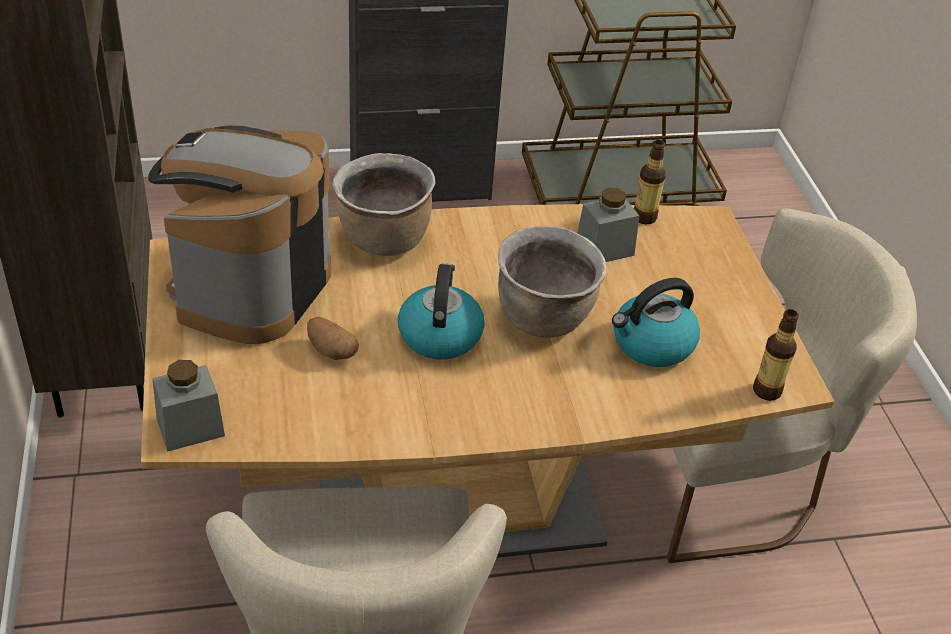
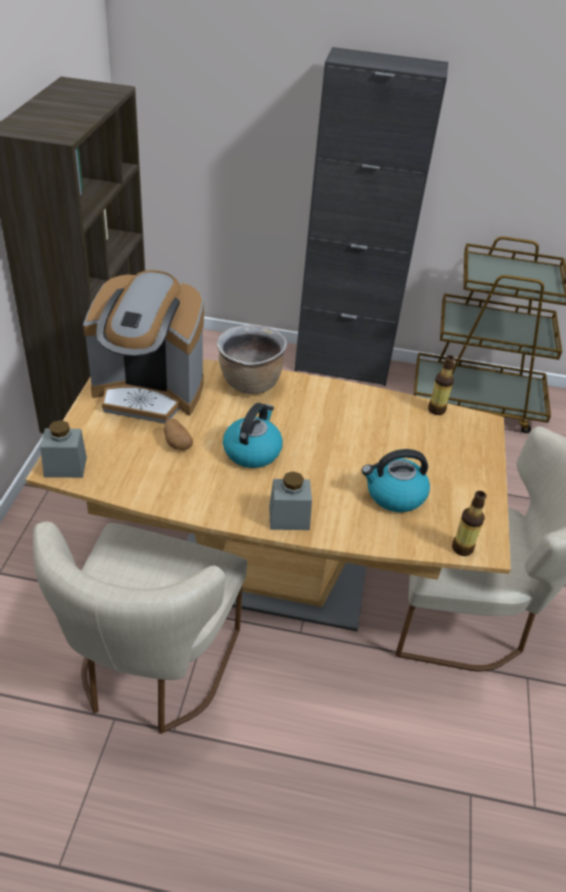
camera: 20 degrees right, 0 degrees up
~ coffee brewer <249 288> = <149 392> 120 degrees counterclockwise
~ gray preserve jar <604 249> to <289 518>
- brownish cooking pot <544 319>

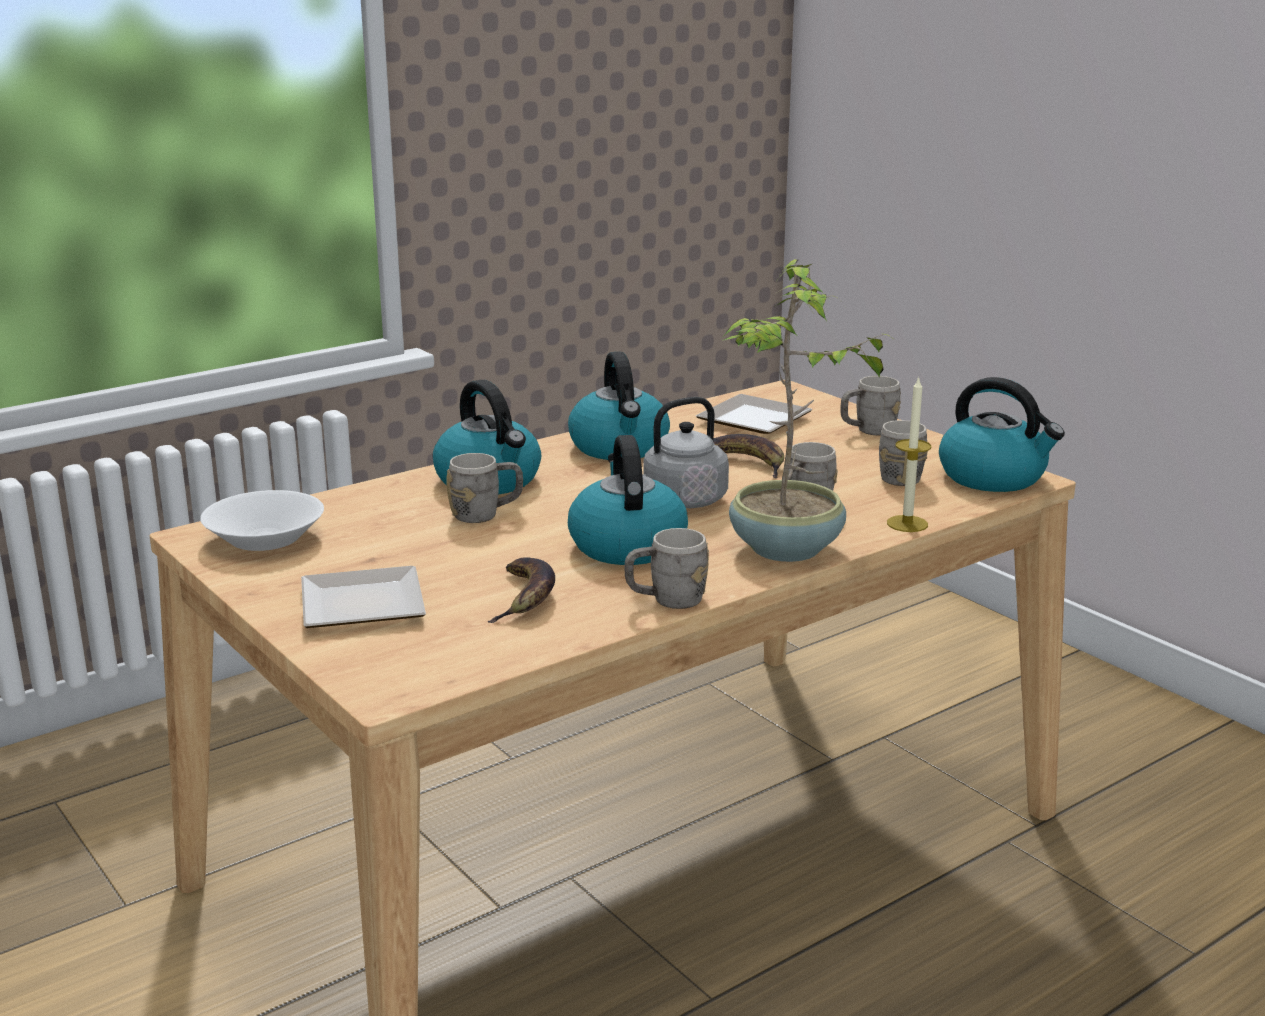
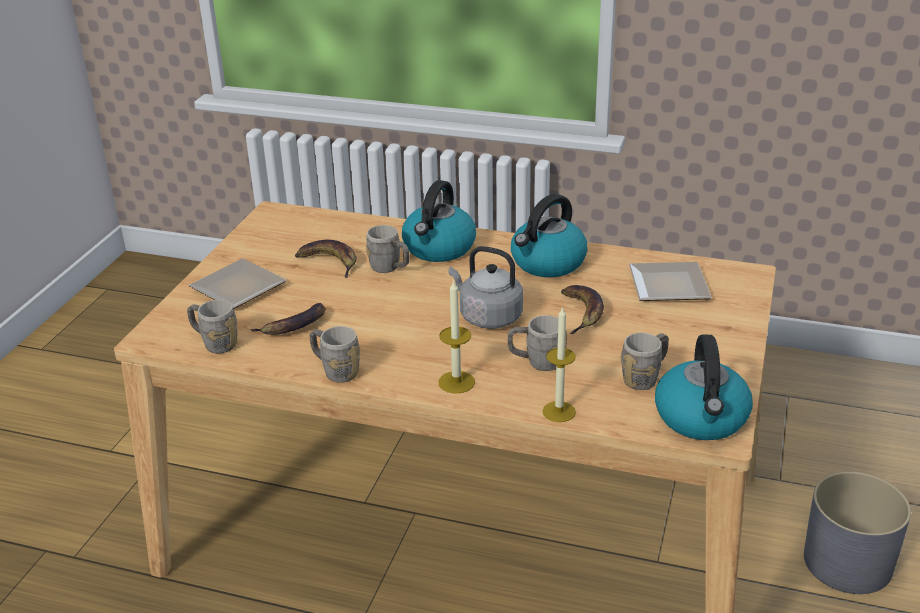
camera: 55 degrees right, 10 degrees up
~ gray mug <868 431> to <215 343>
+ banana <329 262>
~ houseplant <786 550> to wax candle <456 382>
+ gray planter <848 562>
- whitish deep dish <266 538>
- tea kettle <626 545>

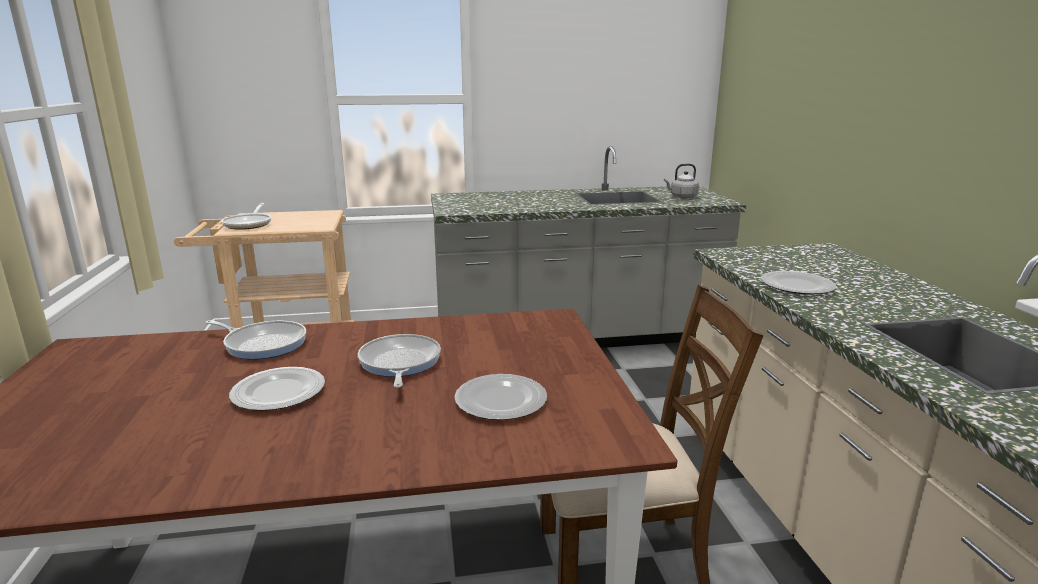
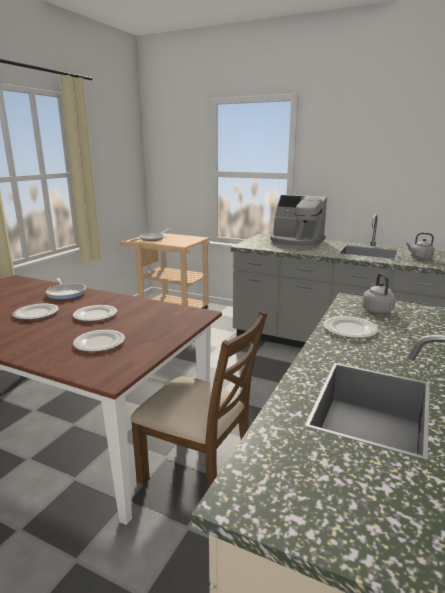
camera: 35 degrees right, 0 degrees up
~ pan <399 363> to flat dish <94 315>
+ coffee brewer <296 242>
+ gray tea kettle <376 309>

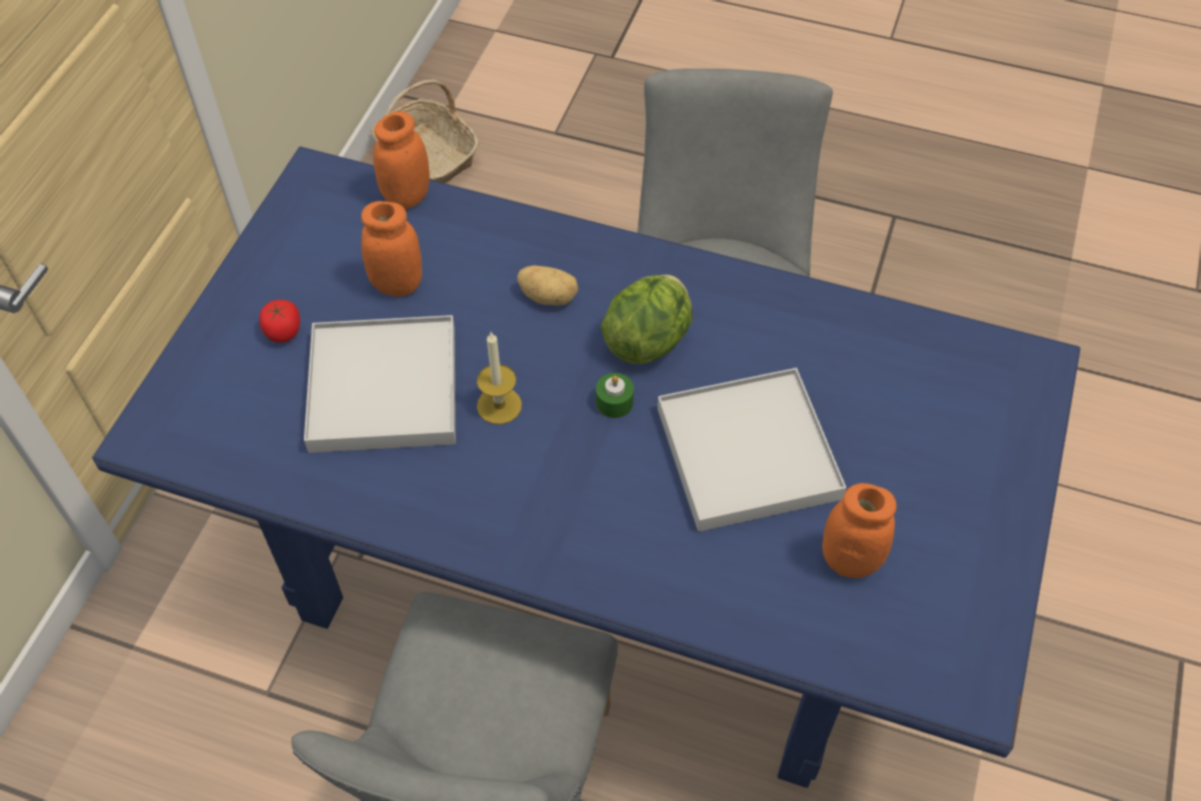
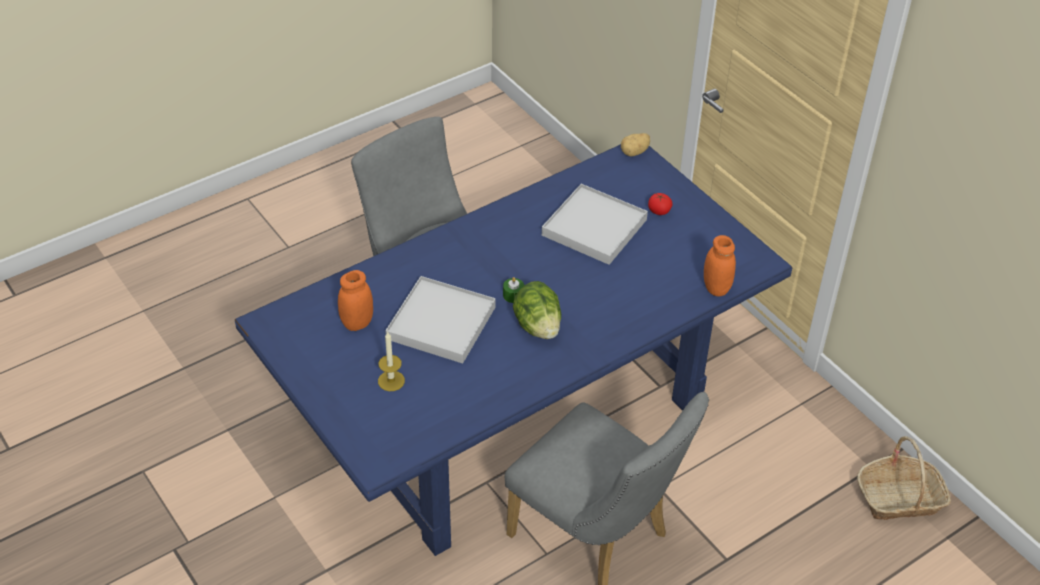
camera: 125 degrees right, 10 degrees down
~ wax candle <499 405> to <391 381>
~ whole potato <549 296> to <635 152>
- orange preserve jar <397 284>

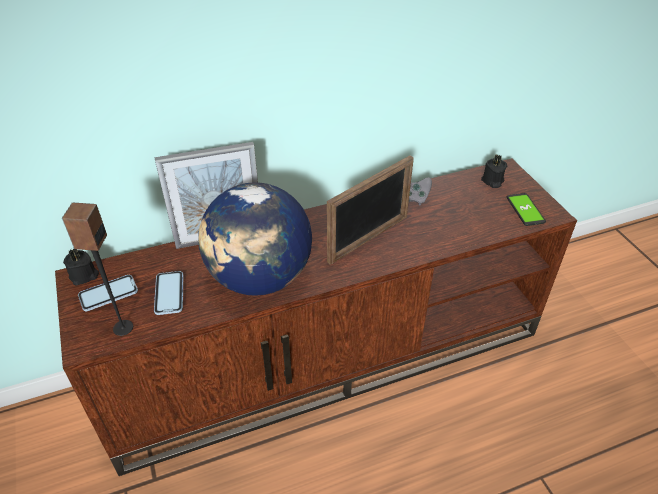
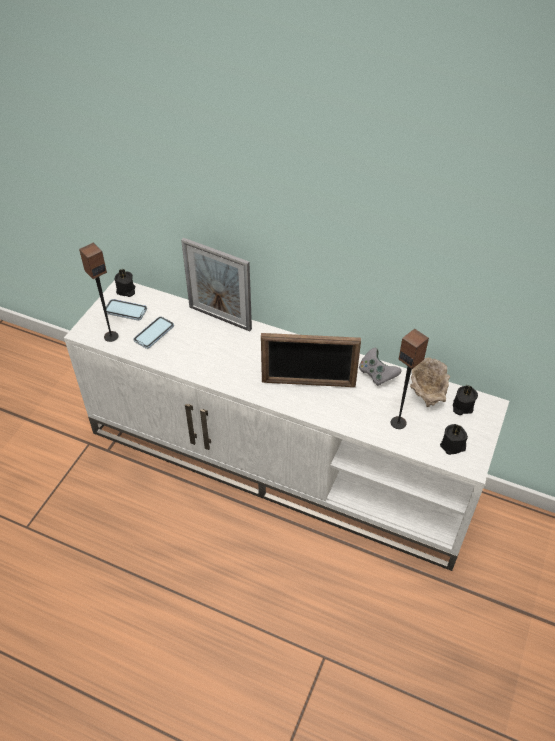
camera: 45 degrees right, 5 degrees up
~ brownish tv unit <329 356> to whitish tv unit <281 461>
+ loudspeaker <398 422>
+ beige-coloured deep dish <427 393>
~ phone <525 210> to black-coloured wax candle <453 446>
- desk globe <260 278>

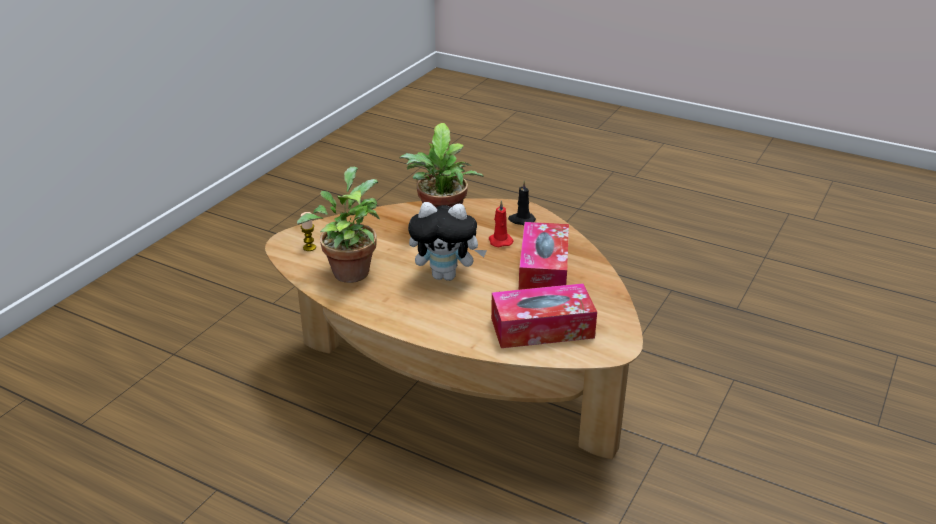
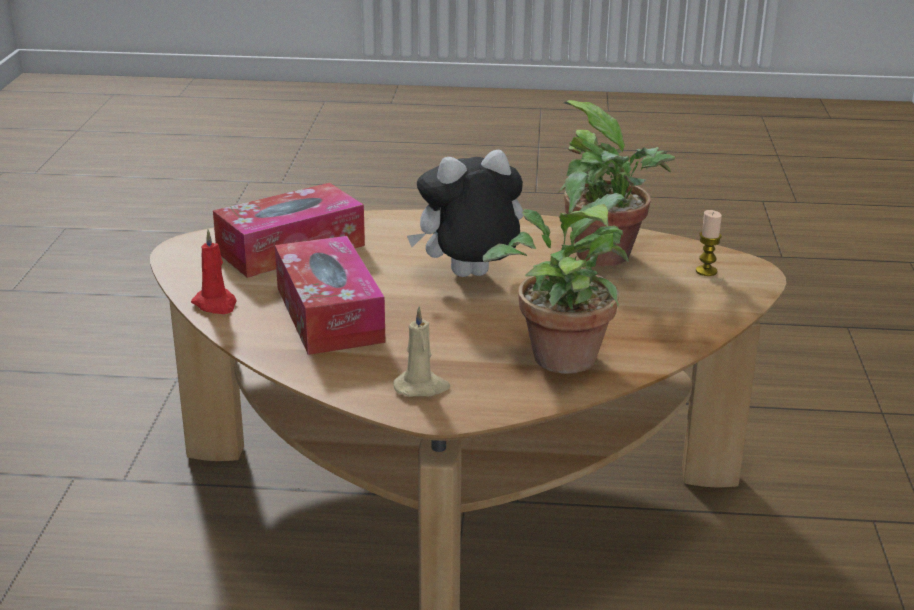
camera: 155 degrees right, 5 degrees down
~ reddish wax candle <500 241> to <216 304>
~ black-coloured wax candle <521 220> to beige-coloured wax candle <422 387>

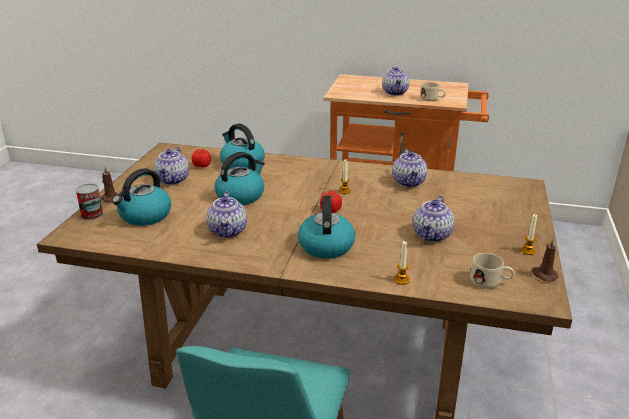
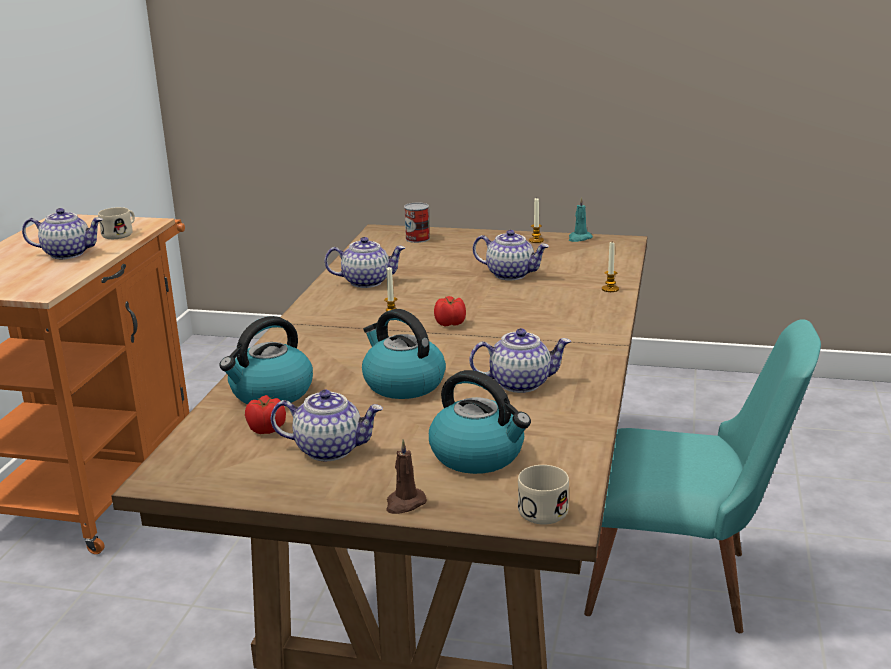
camera: 90 degrees left, 5 degrees down
~ can <92 214> to <417 238>
~ beige-coloured mug <490 281> to <544 507>
~ brownish wax candle <543 275> to turquoise wax candle <579 238>
- tea kettle <325 245>

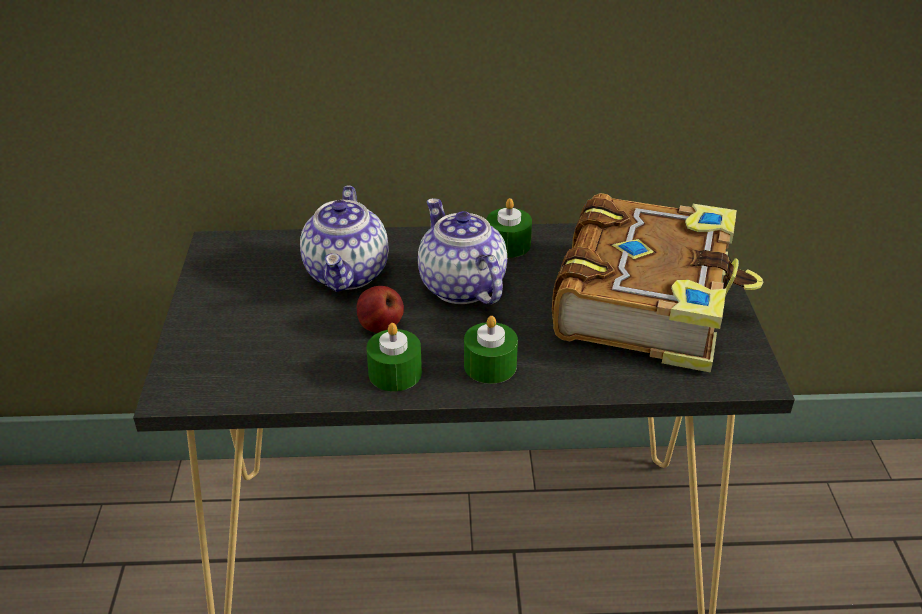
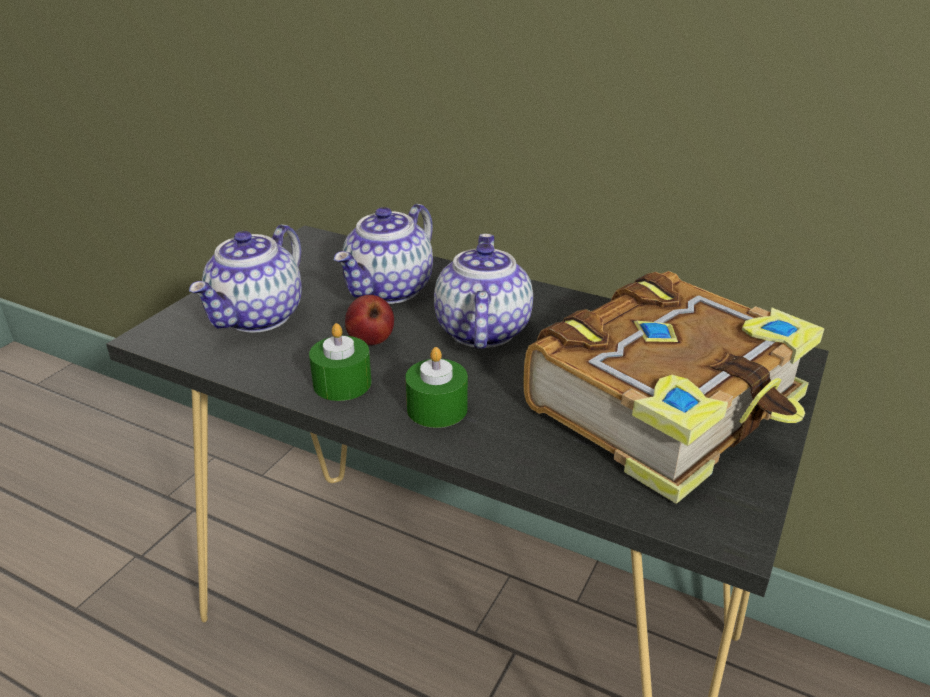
camera: 30 degrees right, 5 degrees down
+ tea pot <258 317>
- green-coloured wax candle <508 244>

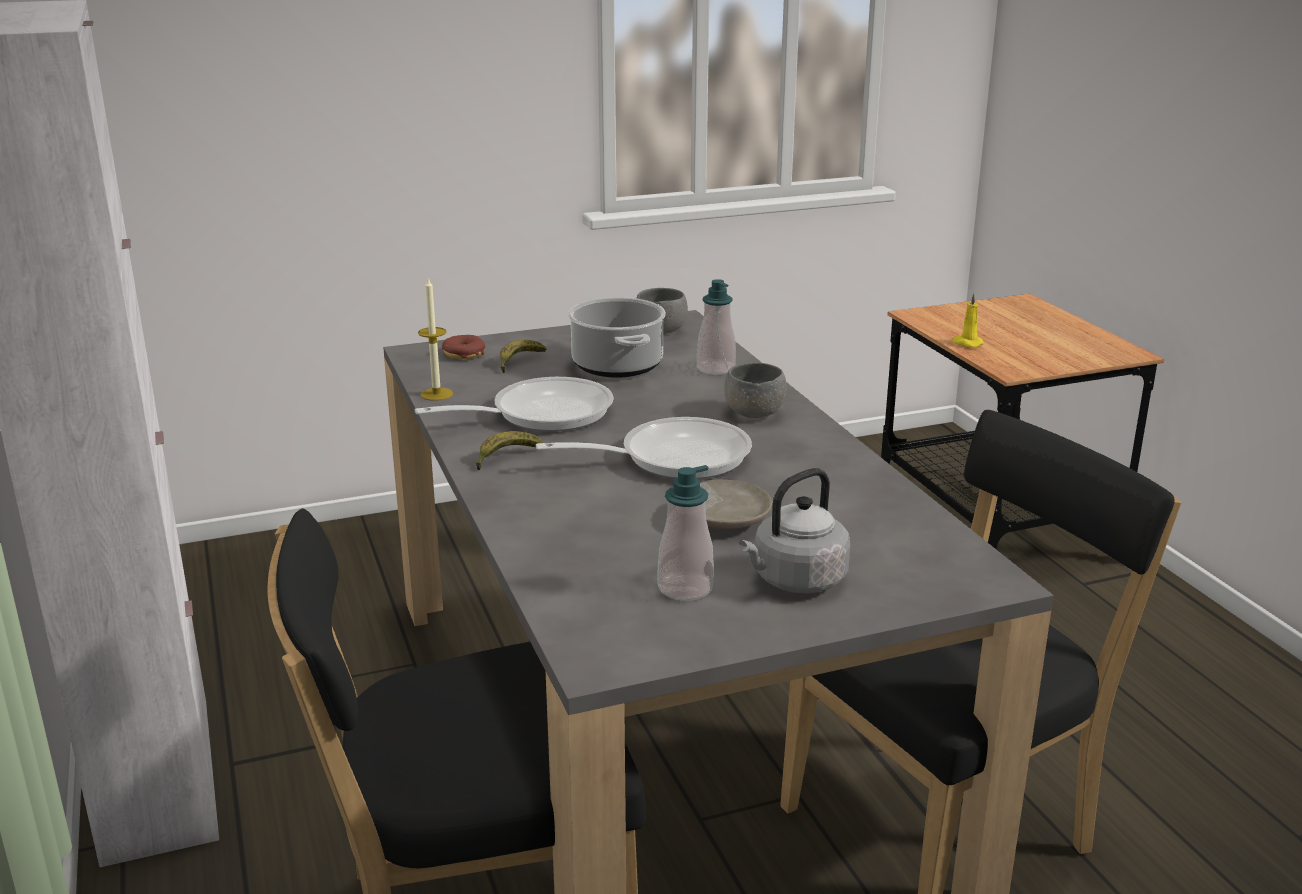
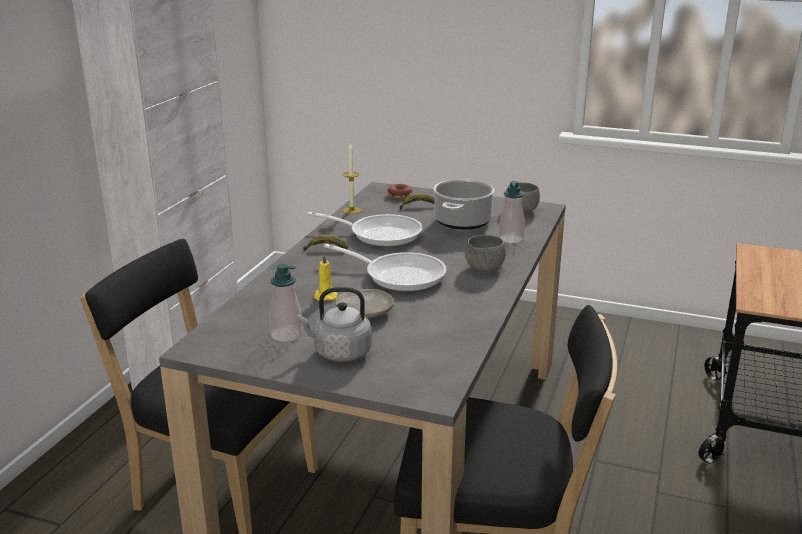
camera: 40 degrees right, 0 degrees up
~ yellowish wax candle <966 343> to <325 296>

